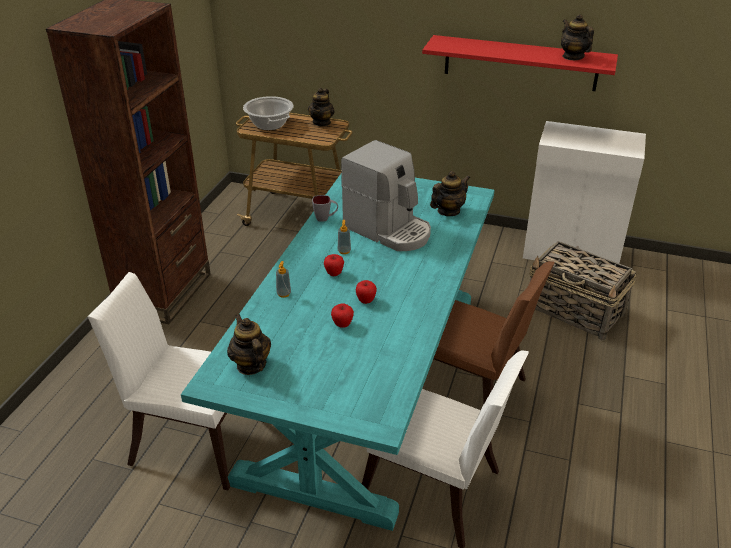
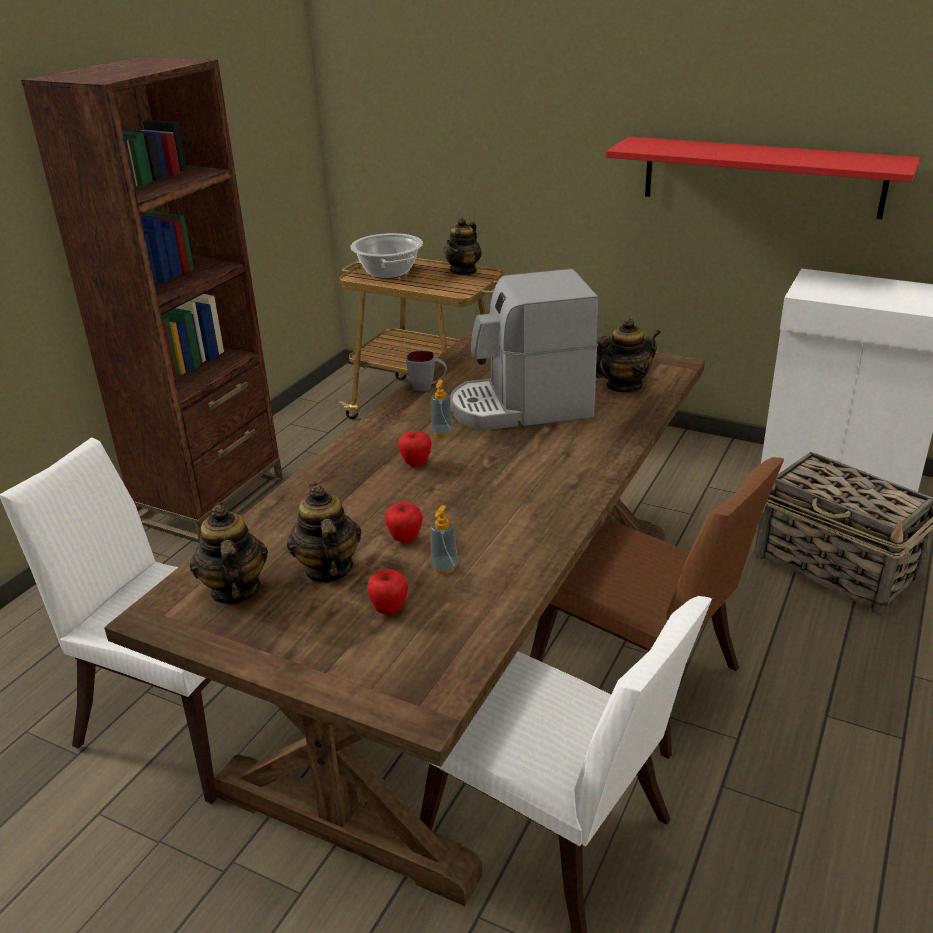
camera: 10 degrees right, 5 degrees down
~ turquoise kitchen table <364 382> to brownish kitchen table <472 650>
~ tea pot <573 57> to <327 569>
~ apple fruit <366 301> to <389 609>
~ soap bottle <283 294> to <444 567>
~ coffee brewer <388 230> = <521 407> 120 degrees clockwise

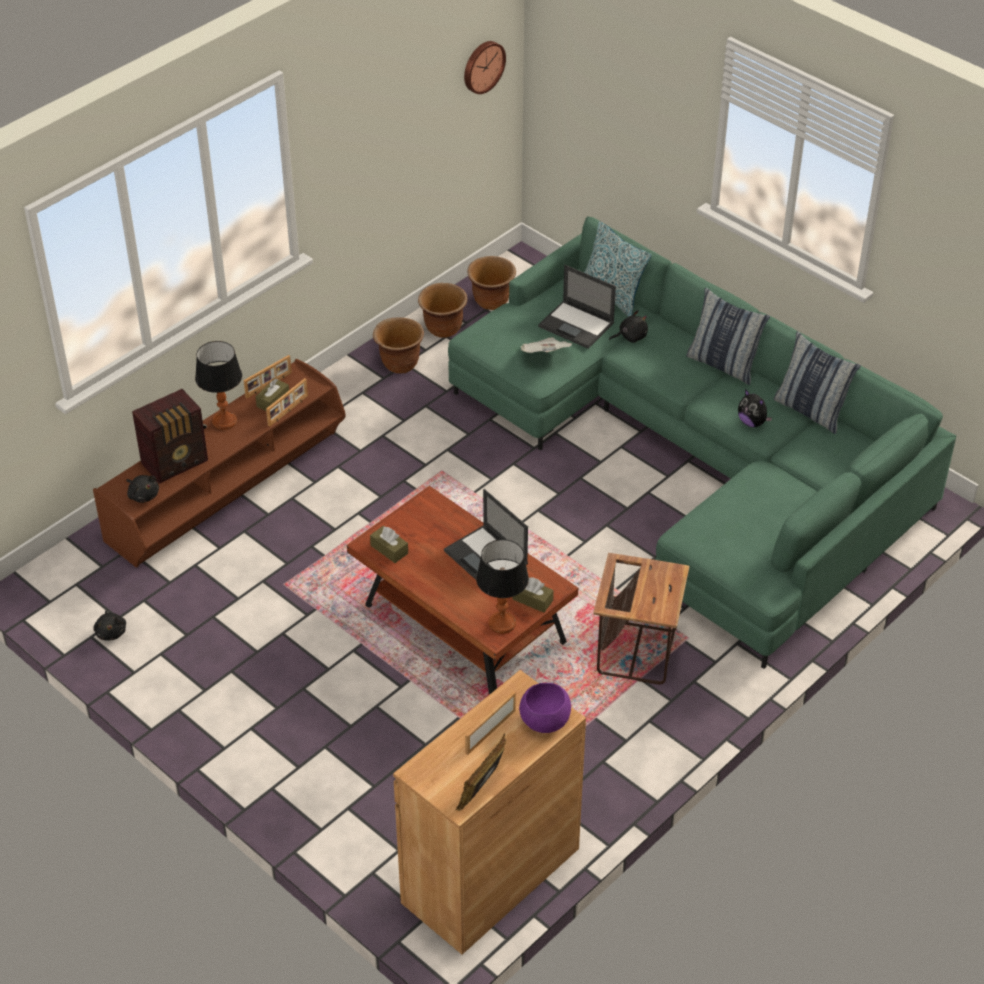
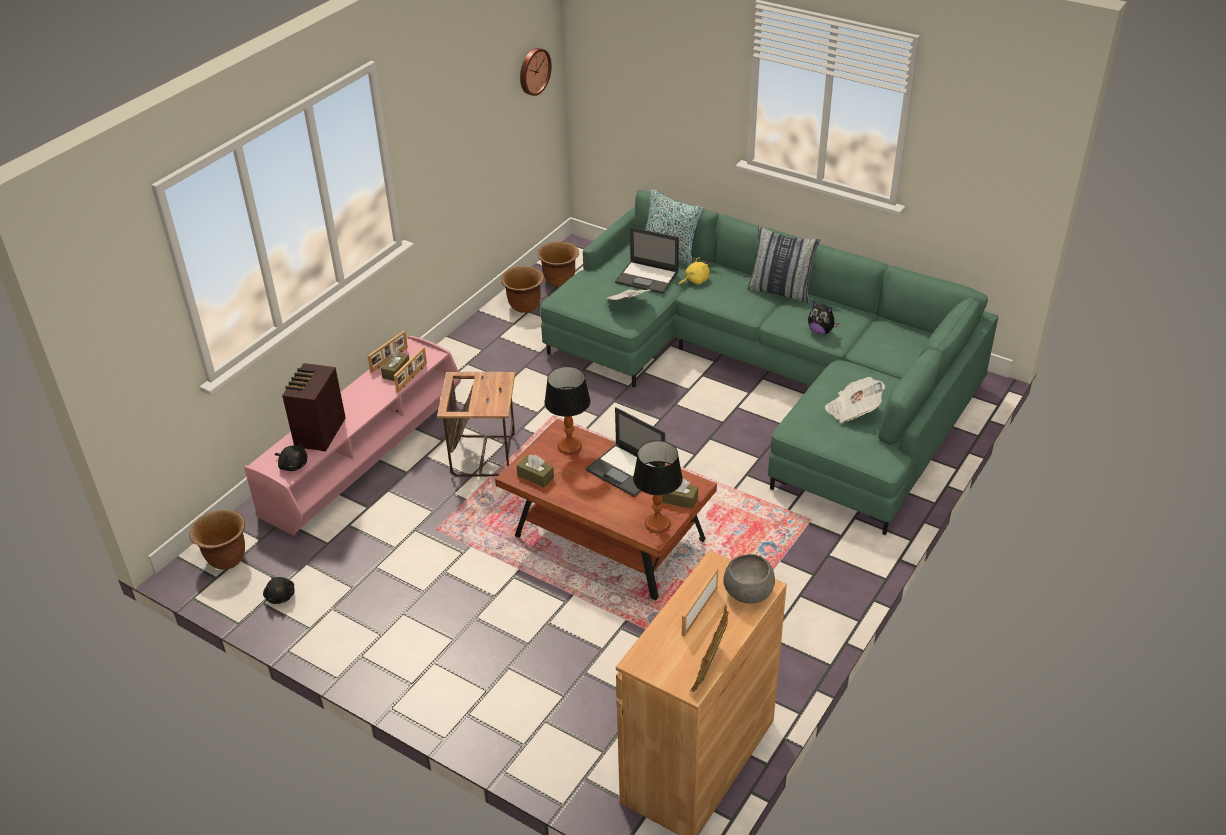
camera: 10 degrees left, 5 degrees down
~ brownish planter <399 364> to <226 559>
~ brownish tv unit <228 490> to pinkish tv unit <366 458>
~ radio receiver <176 462> = <318 433> 150 degrees clockwise
~ side table <637 651> to <483 455>
~ tabletop lamp <224 421> to <569 447>
~ black-coloured soft toy <630 336> to yellowish soft toy <695 281>
~ purplish deep dish <544 719> to gray deep dish <747 591>
+ printed paper <853 411>
- cushion <810 411>

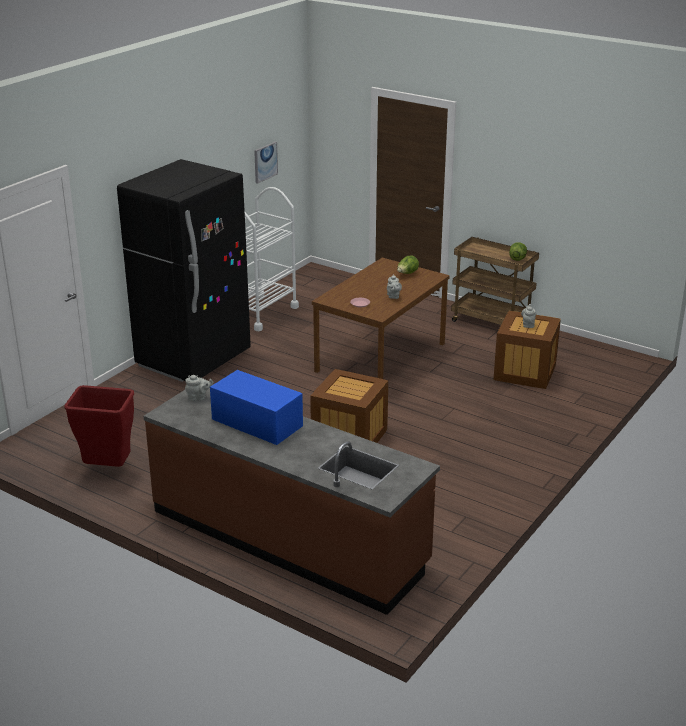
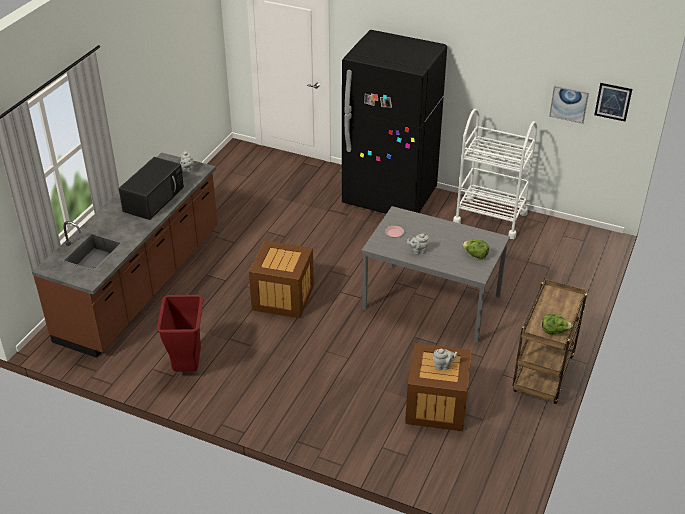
camera: 80 degrees right, 10 degrees up
~ blue-coloured microwave <255 422> to black-coloured microwave <154 198>
~ reddish waste bin <108 468> to <188 367>
~ brownish kitchen table <380 357> to gray kitchen table <432 301>
+ picture <613 102>

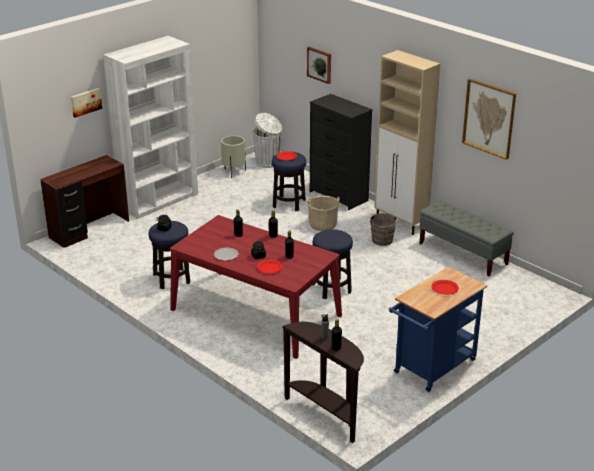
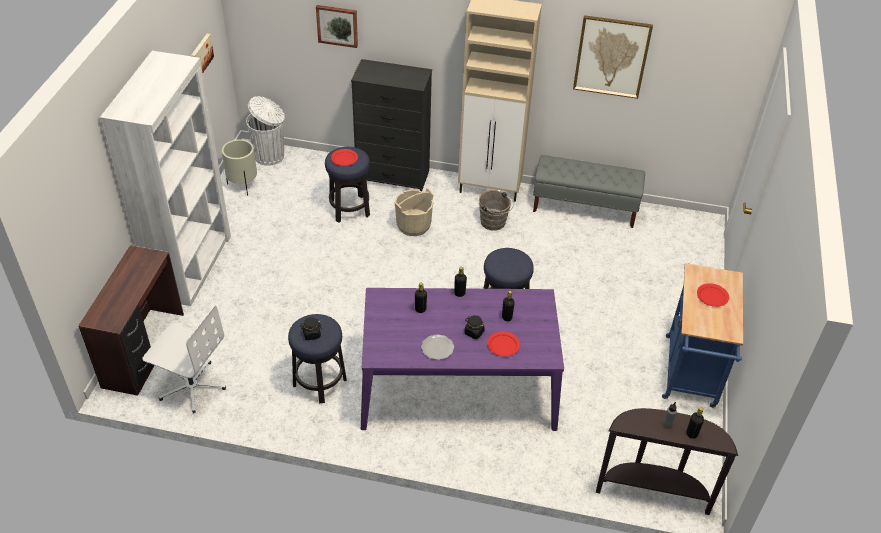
camera: 35 degrees left, 15 degrees up
+ whitish computer chair <192 386>
~ picture <85 102> to <200 55>
~ reddish kitchen table <255 312> to purplish kitchen table <457 386>

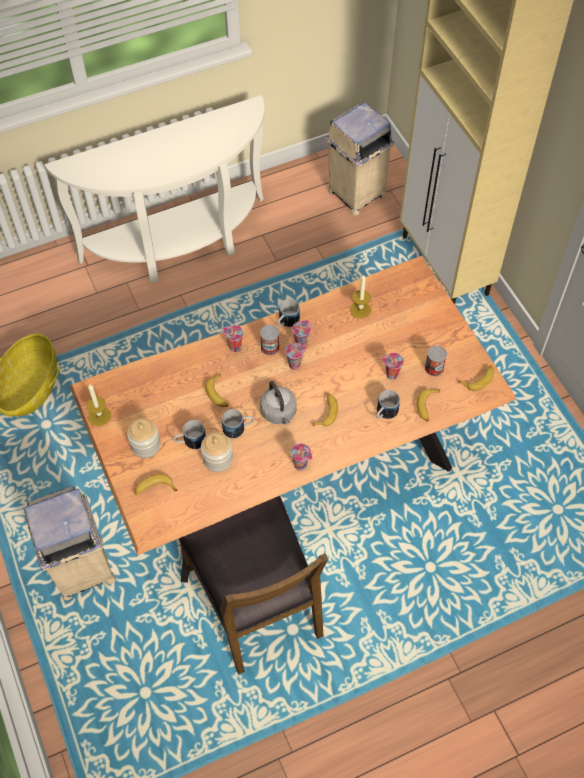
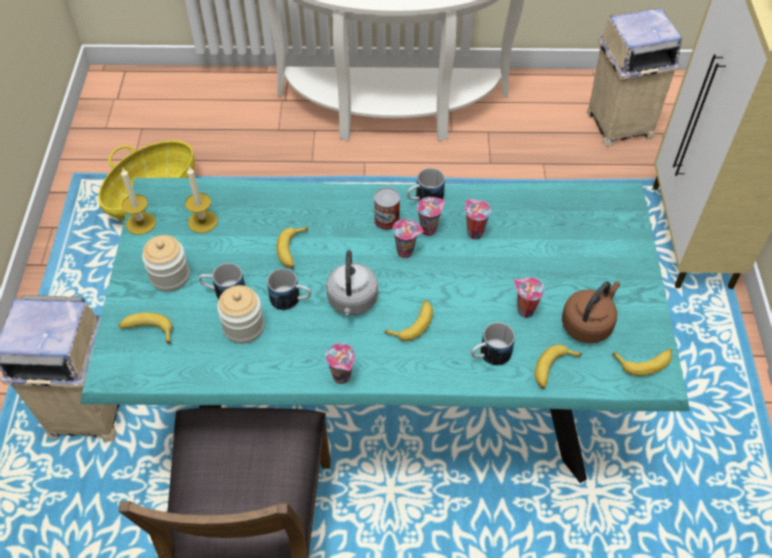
camera: 25 degrees right, 5 degrees down
~ brownish kitchen table <292 468> to turquoise kitchen table <386 397>
~ wax candle <360 310> to <202 221>
~ drinking cup <234 347> to <473 233>
~ can <434 368> to brownish tea kettle <588 324>

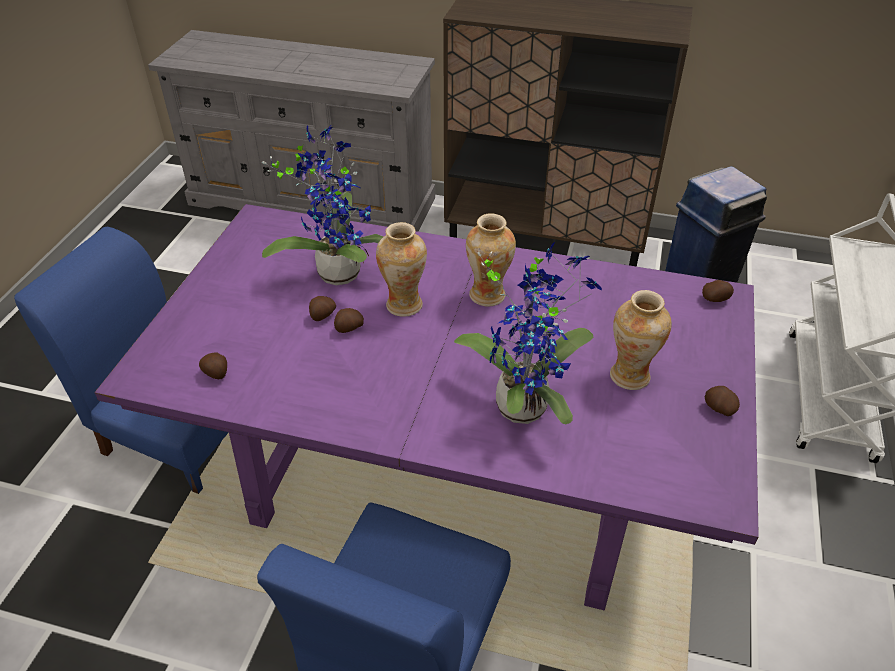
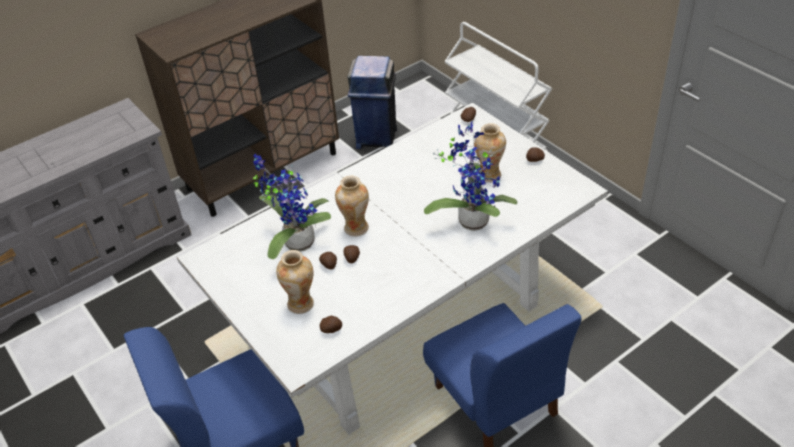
camera: 50 degrees left, 0 degrees up
~ purplish kitchen table <449 480> to whitish kitchen table <405 323>
~ flower vase <488 295> to <301 304>

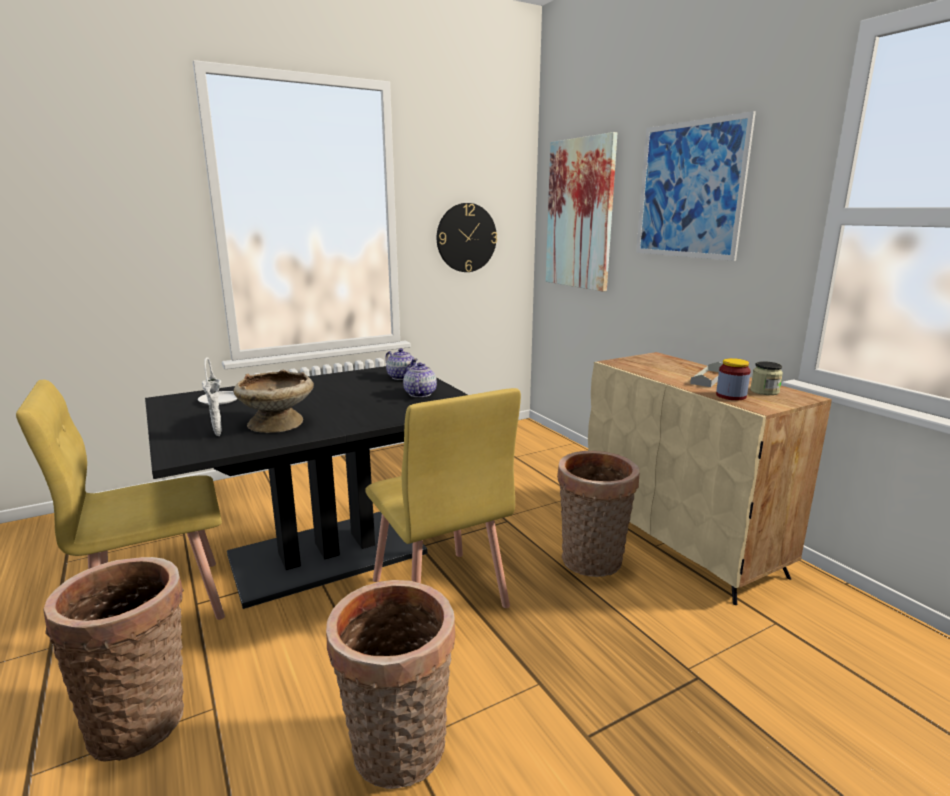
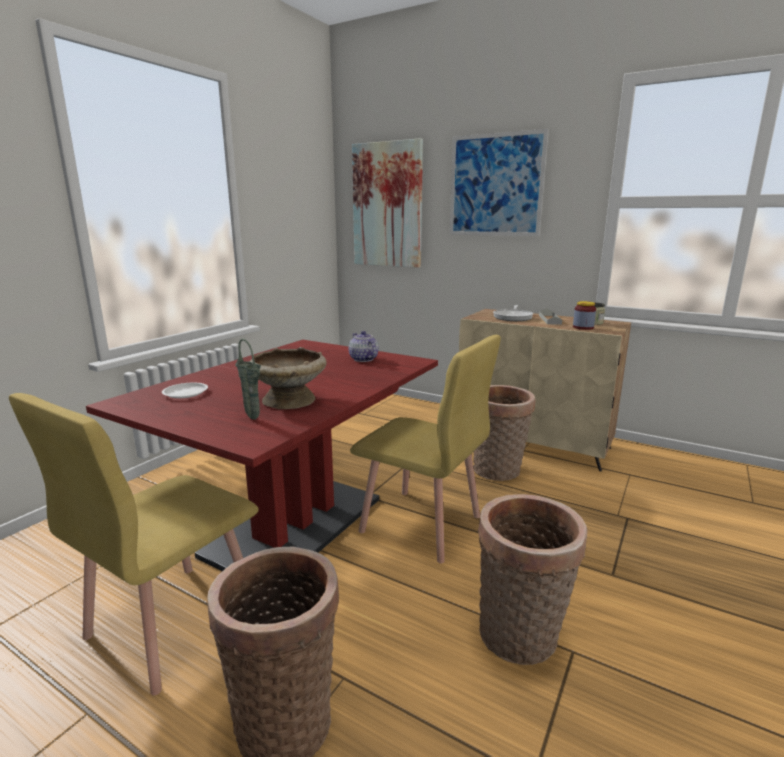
camera: 30 degrees left, 0 degrees up
~ black-coloured kitchen table <327 554> to reddish kitchen table <295 526>
~ whitish flower vase <218 435> to green-coloured flower vase <254 419>
+ pan <513 317>
- tea pot <402 377>
- wall clock <466 238>

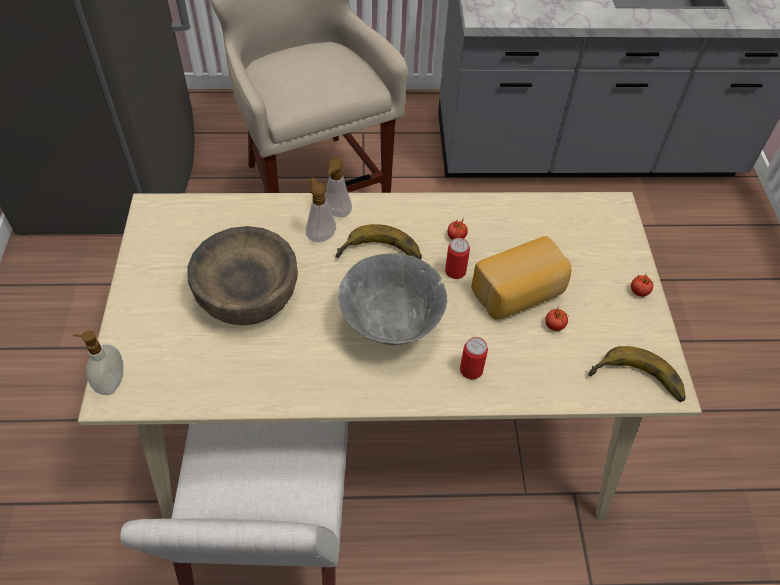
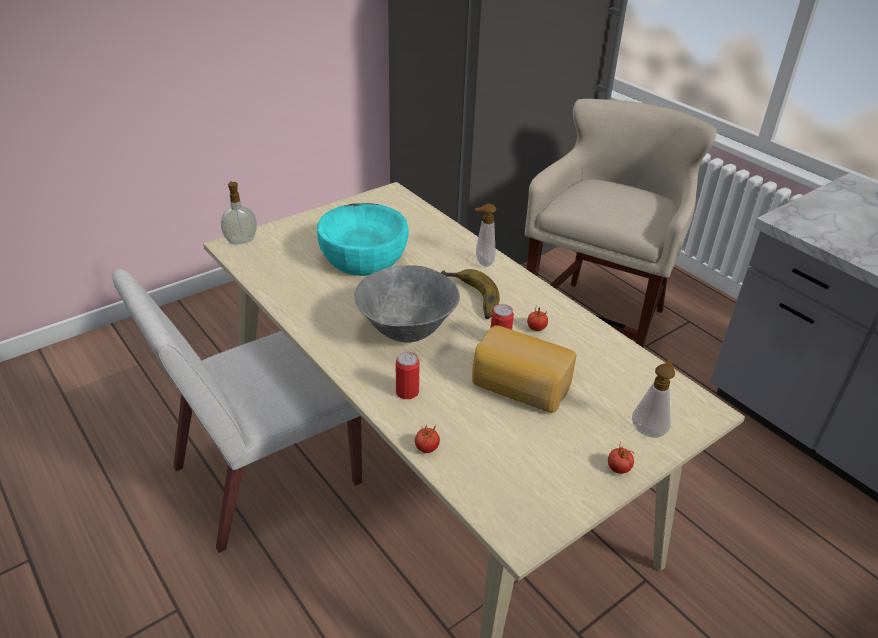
camera: 55 degrees right, 15 degrees down
~ brownish deep dish <247 294> to turquoise deep dish <363 258>
~ fresh tomato <554 326> to <427 448>
~ soap bottle <320 235> to <648 429>
- banana <636 384>

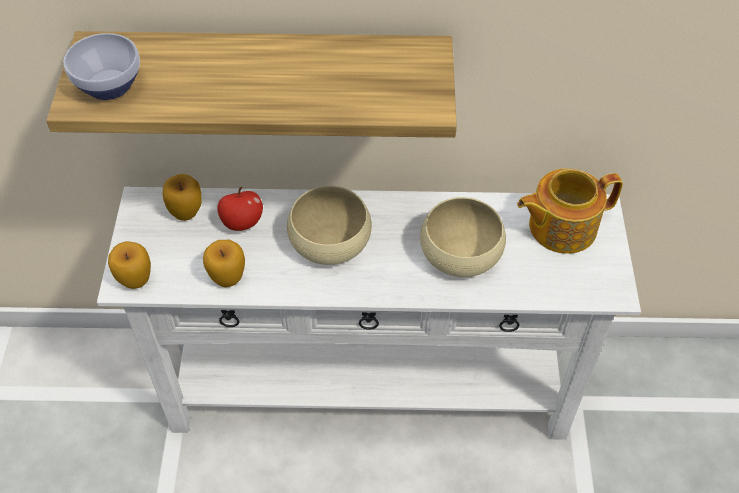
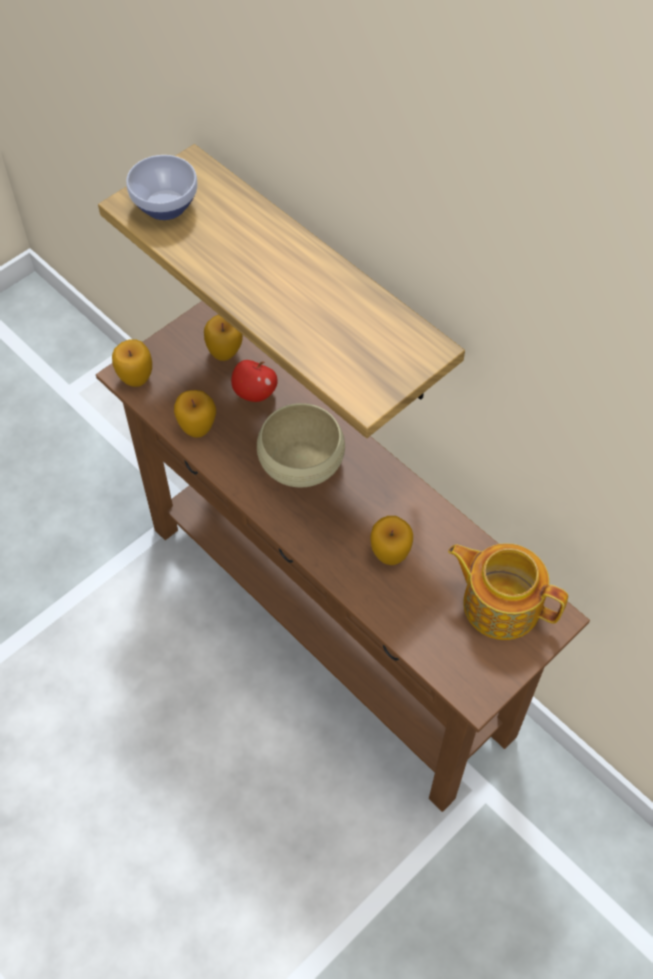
camera: 45 degrees right, 5 degrees up
~ whitish narrow table <369 390> to brownish narrow table <327 627>
~ beige-coloured deep dish <461 252> to apple fruit <390 554>

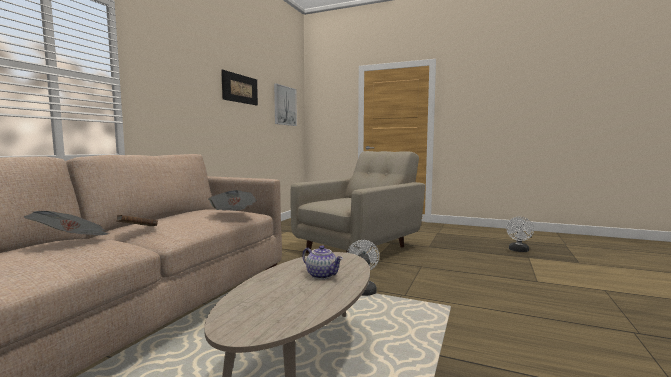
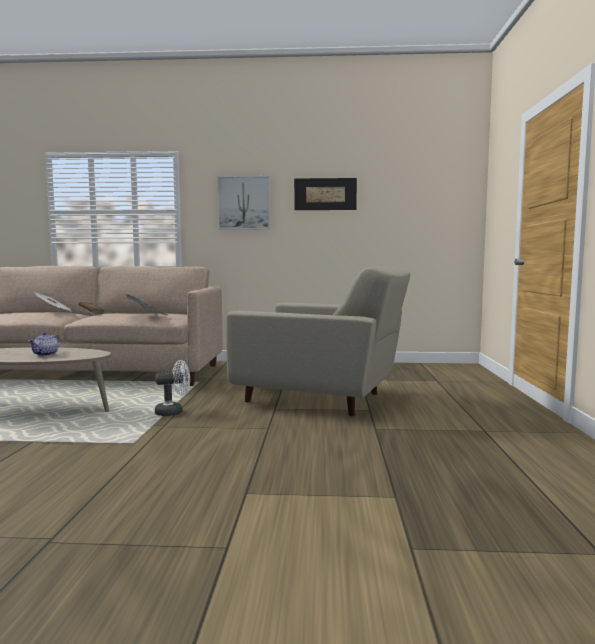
camera: 70 degrees right, 0 degrees up
~ picture <284 105> to <244 203>
- whitish fan <518 250>

